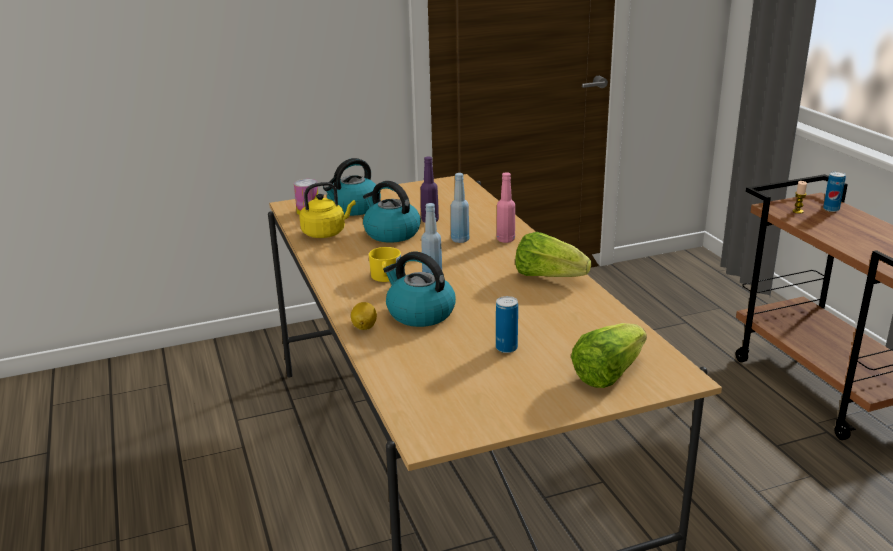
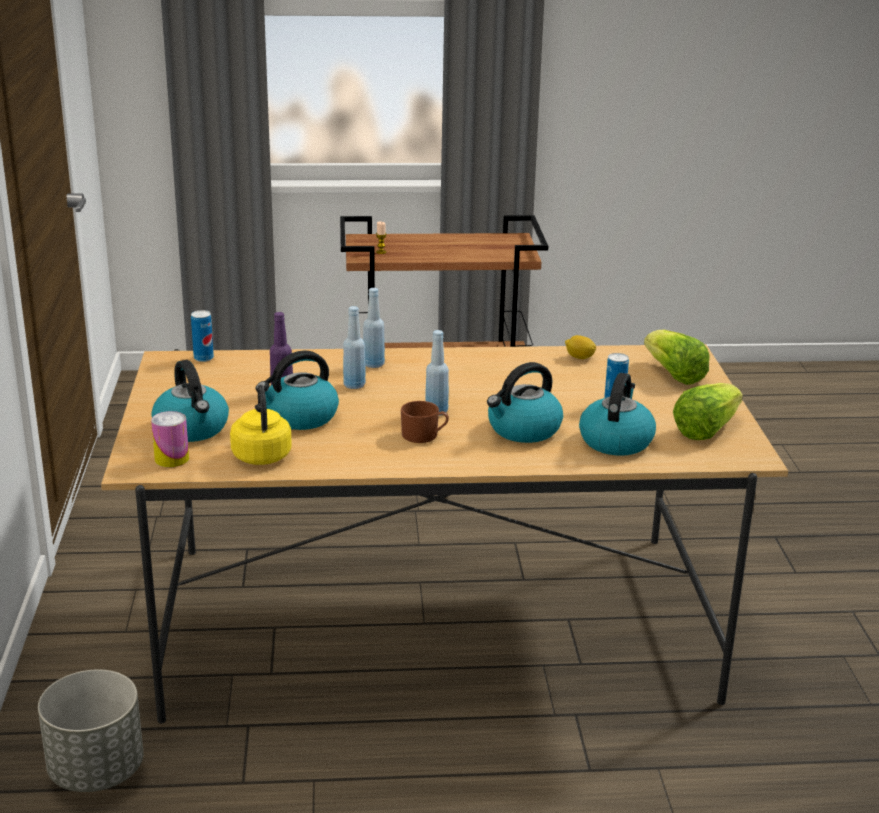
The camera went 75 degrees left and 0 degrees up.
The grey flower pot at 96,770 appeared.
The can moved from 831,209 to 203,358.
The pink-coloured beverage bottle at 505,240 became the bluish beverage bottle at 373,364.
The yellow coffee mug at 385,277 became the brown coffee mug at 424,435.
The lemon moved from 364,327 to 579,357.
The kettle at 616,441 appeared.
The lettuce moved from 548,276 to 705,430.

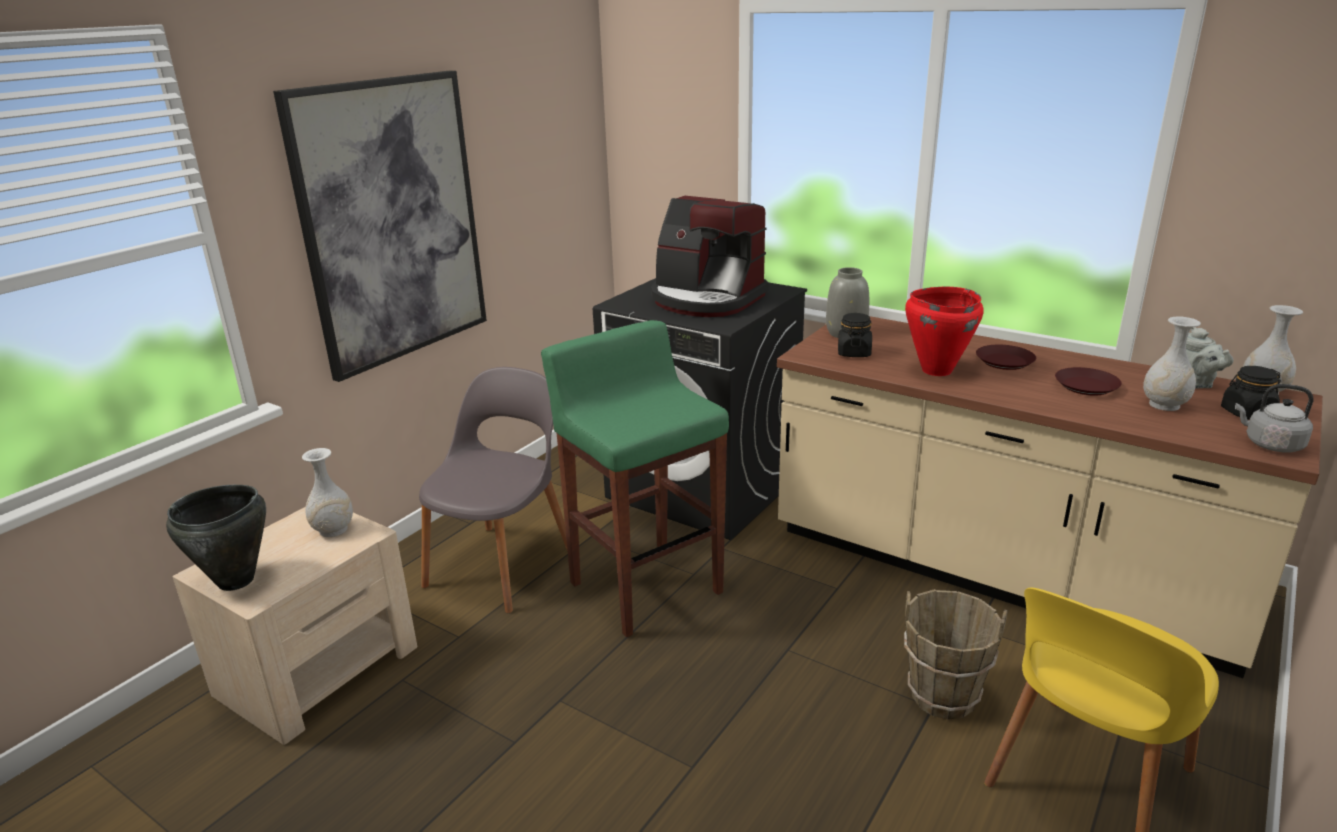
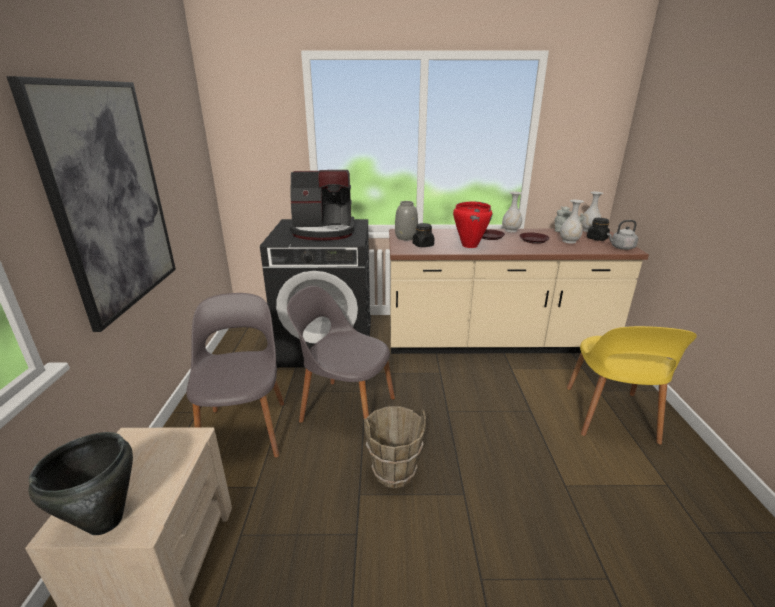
The camera went 35 degrees left and 0 degrees up.
The greenish sitting stool at 644,586 was replaced by the grey plain chair at 346,408.
The brown pail moved from 942,695 to 394,472.
The white decorative vase moved from 333,530 to 511,230.

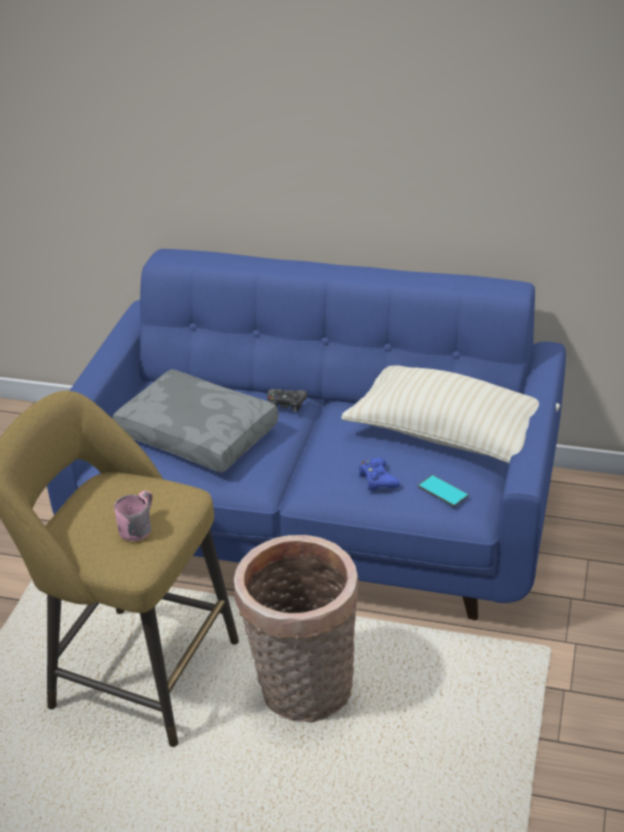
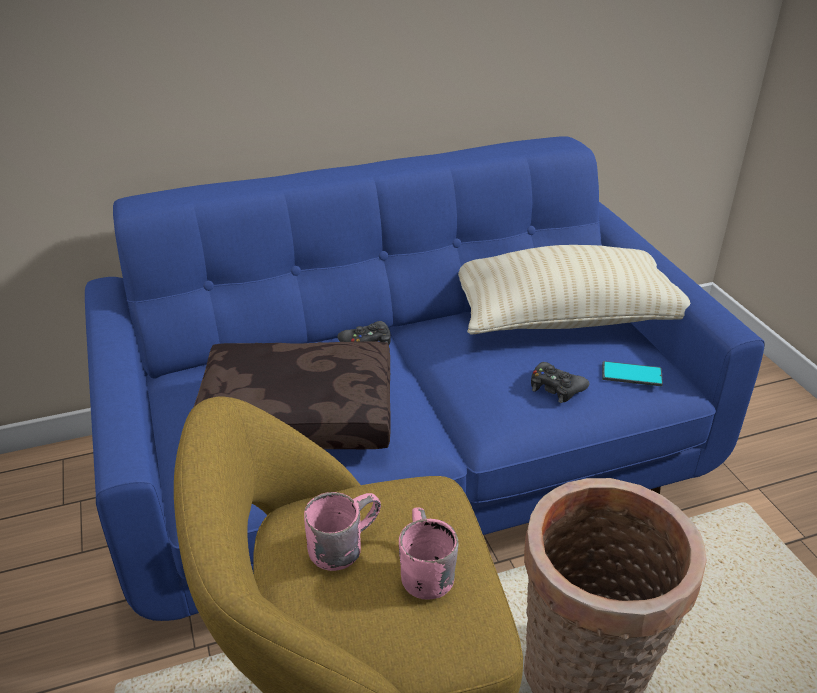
The camera went 35 degrees left and 0 degrees up.
The grey pillow at 199,433 became the brown pillow at 300,412.
The pink-coloured coffee mug at 341,543 appeared.
The bluish joypad at 377,480 became the black-coloured joypad at 556,388.

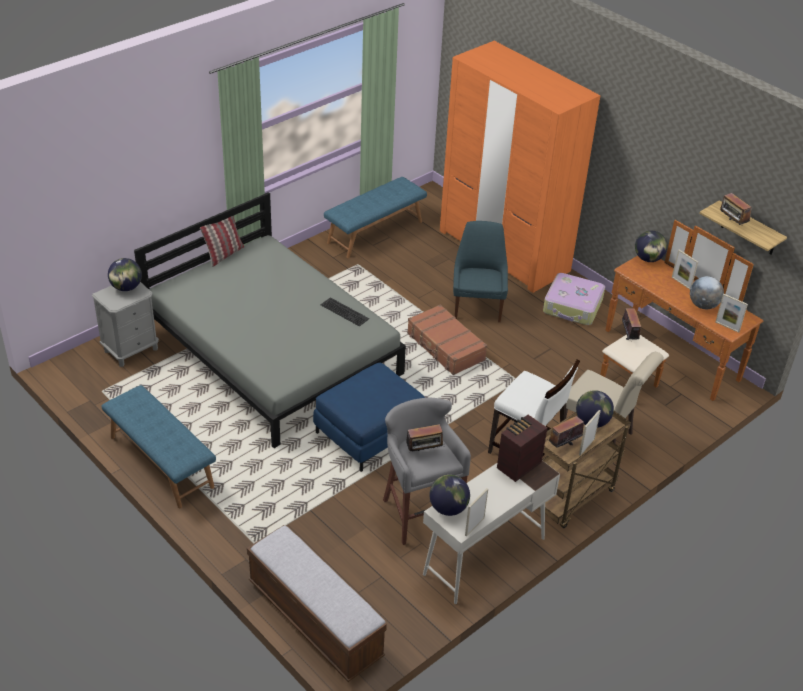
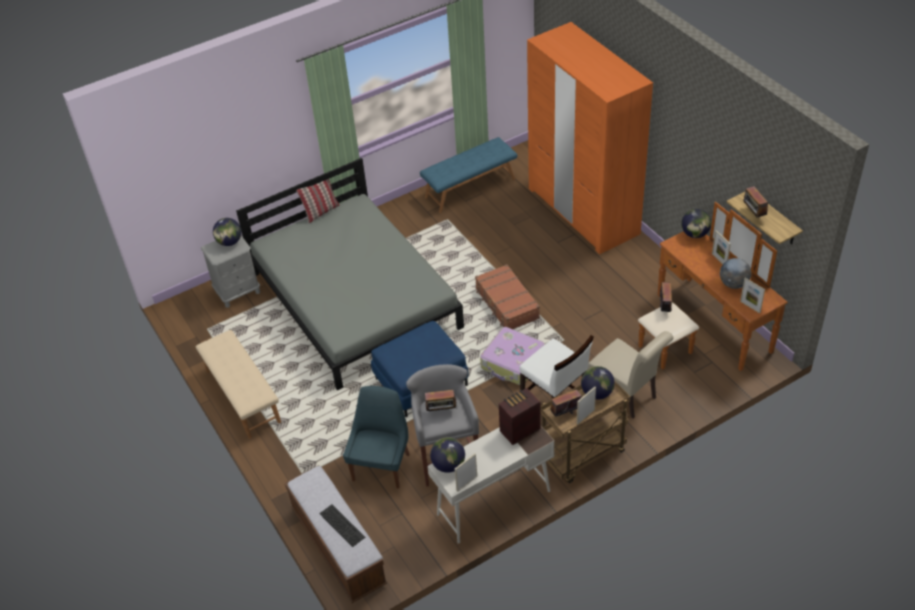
The camera went 15 degrees right and 5 degrees up.
The bluish indoor bench at 160,462 became the beige indoor bench at 242,396.
The PC keyboard moved from 345,311 to 343,525.
The bluish plain chair moved from 477,306 to 382,465.
The travel case moved from 573,307 to 513,362.

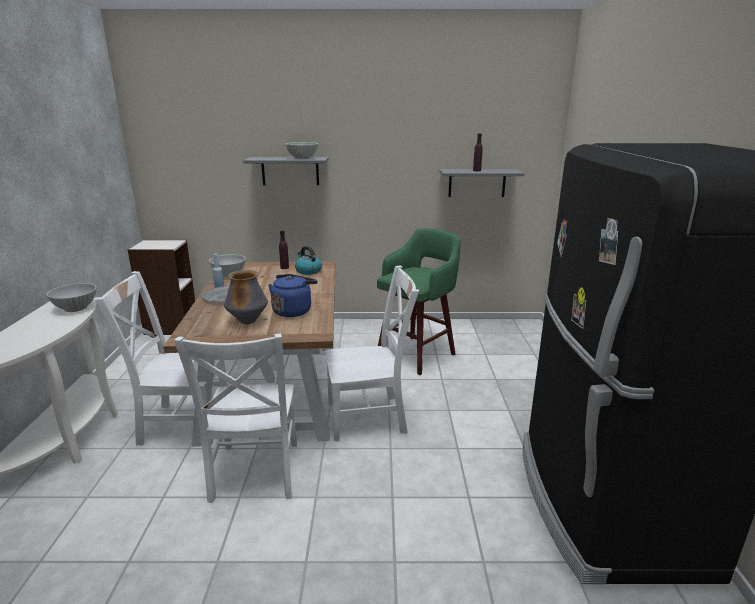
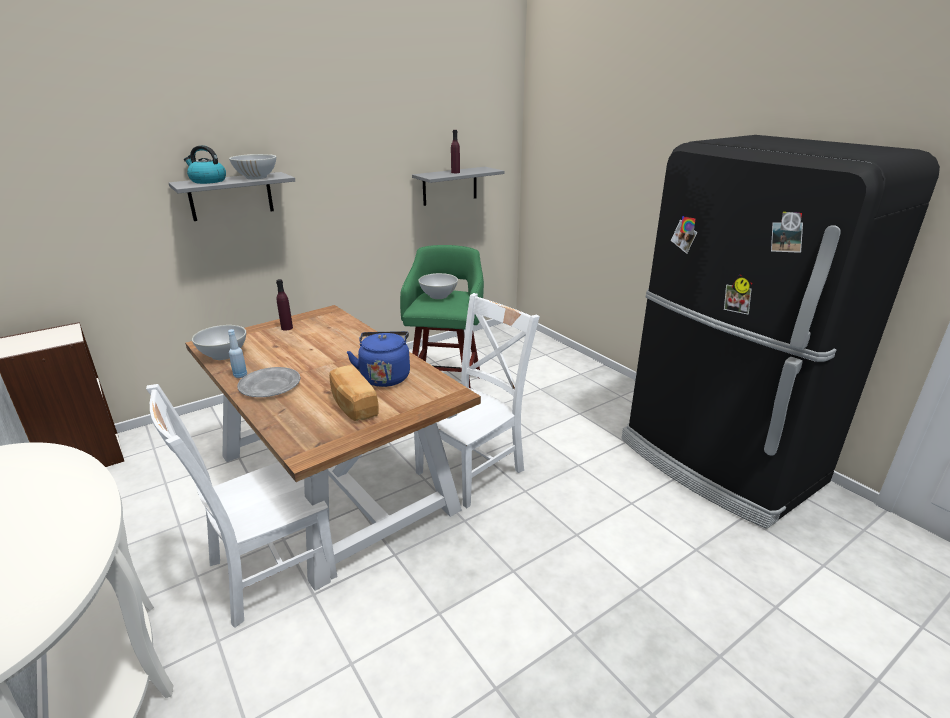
The camera went 35 degrees left and 5 degrees up.
The kettle moved from 308,271 to 207,181.
The decorative vase at 248,321 was replaced by the baked bread at 353,405.
The white deep dish moved from 76,308 to 438,296.
The white plain chair at 254,474 disappeared.

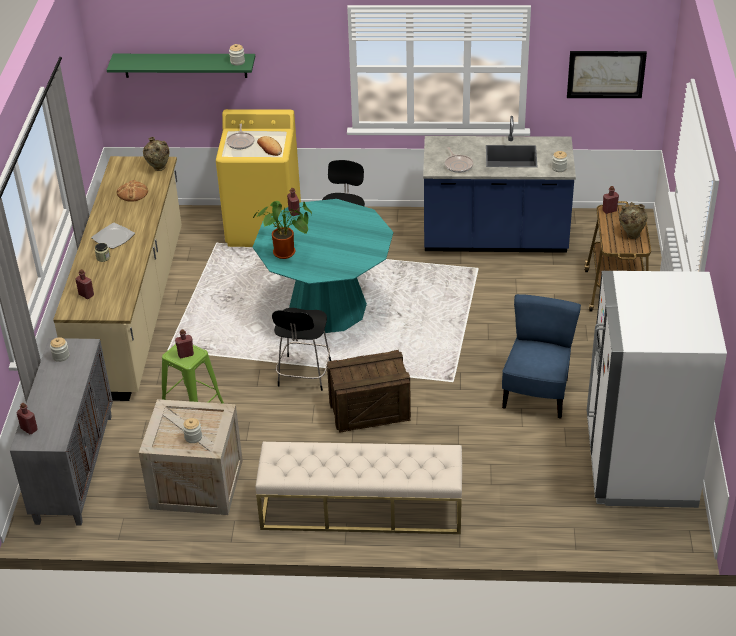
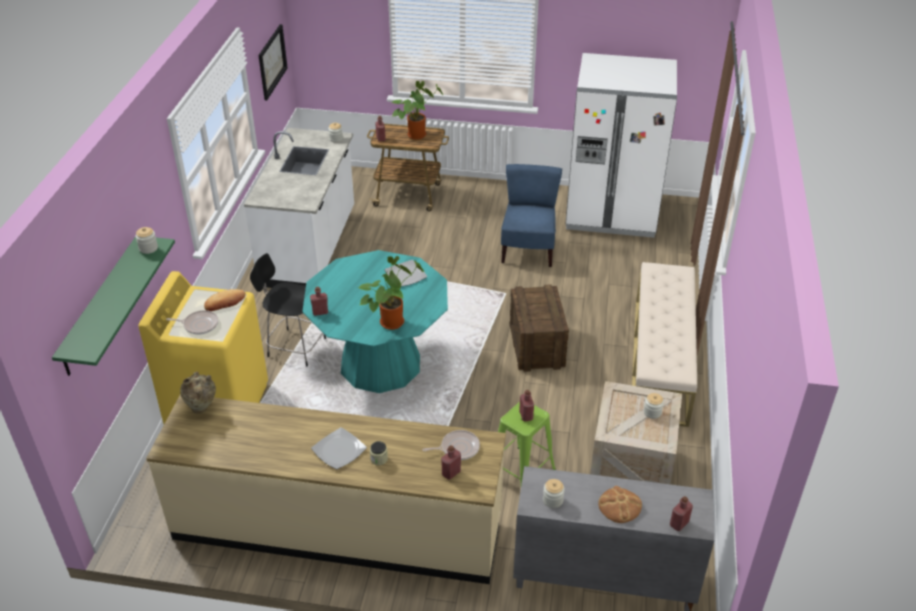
The camera went 85 degrees left and 0 degrees up.
The bluish kitchen base unit at 495,239 became the white kitchen base unit at 310,248.
The dinner plate at 406,275 appeared.
The beige decorative vase at 631,235 was replaced by the potted plant at 417,134.
The frying pan moved from 458,165 to 457,448.
The bluish plain chair at 537,394 turned 75 degrees clockwise.
The baked bread moved from 132,193 to 619,506.
The black-coloured plain chair at 304,375 disappeared.

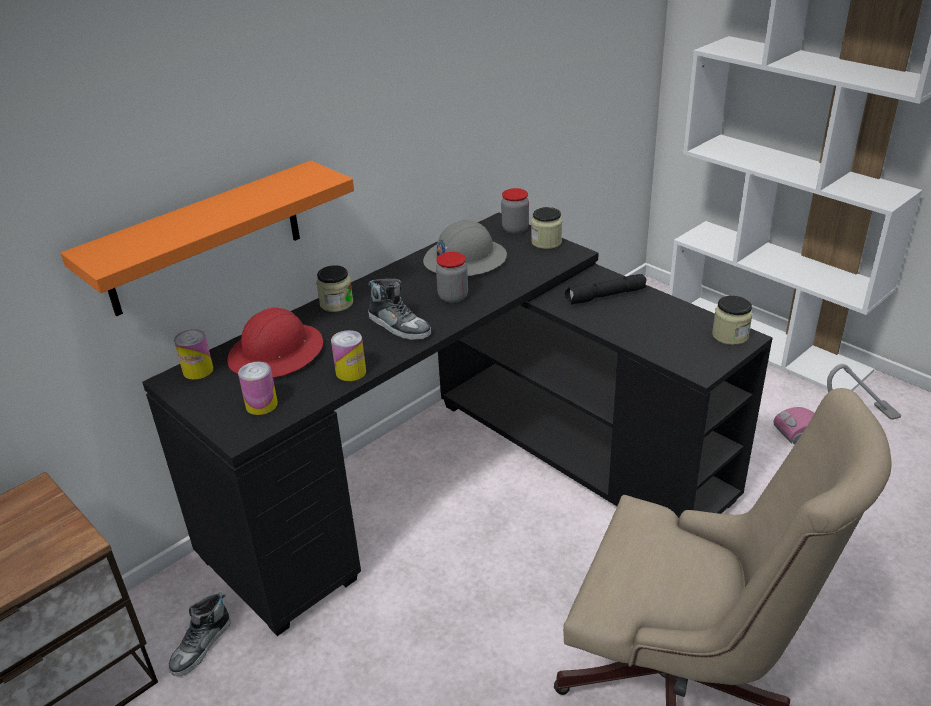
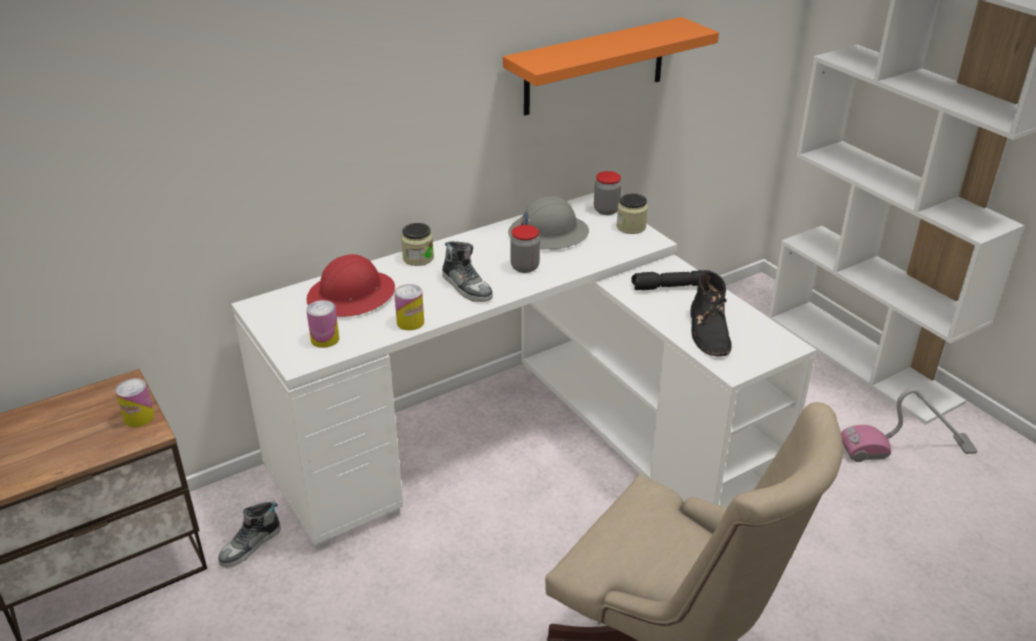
The camera went 10 degrees right and 0 degrees up.
The can moved from 198,370 to 139,417.
The black-coloured desk table at 468,481 became the white desk table at 525,443.
The orange-coloured shelf moved from 204,239 to 595,66.
The black-coloured high-top boot at 709,331 appeared.
The jar at 730,335 disappeared.

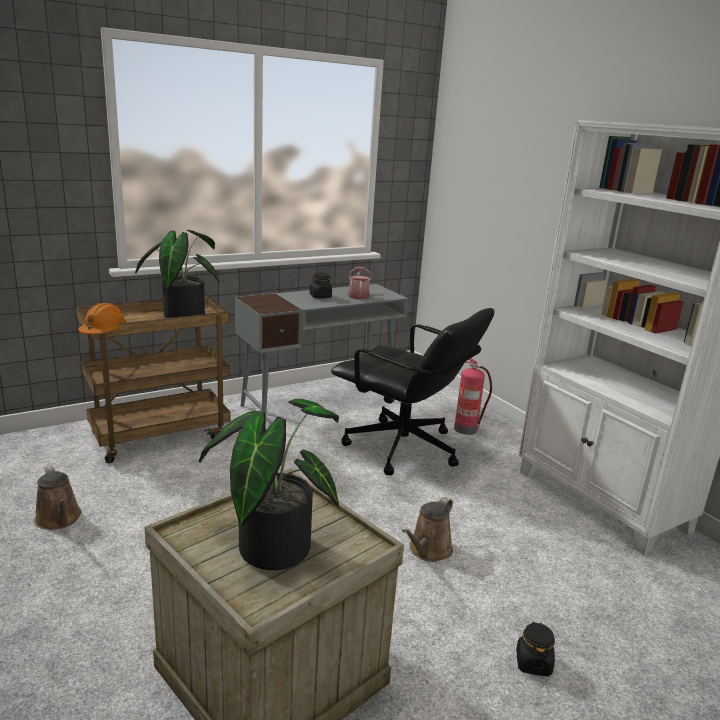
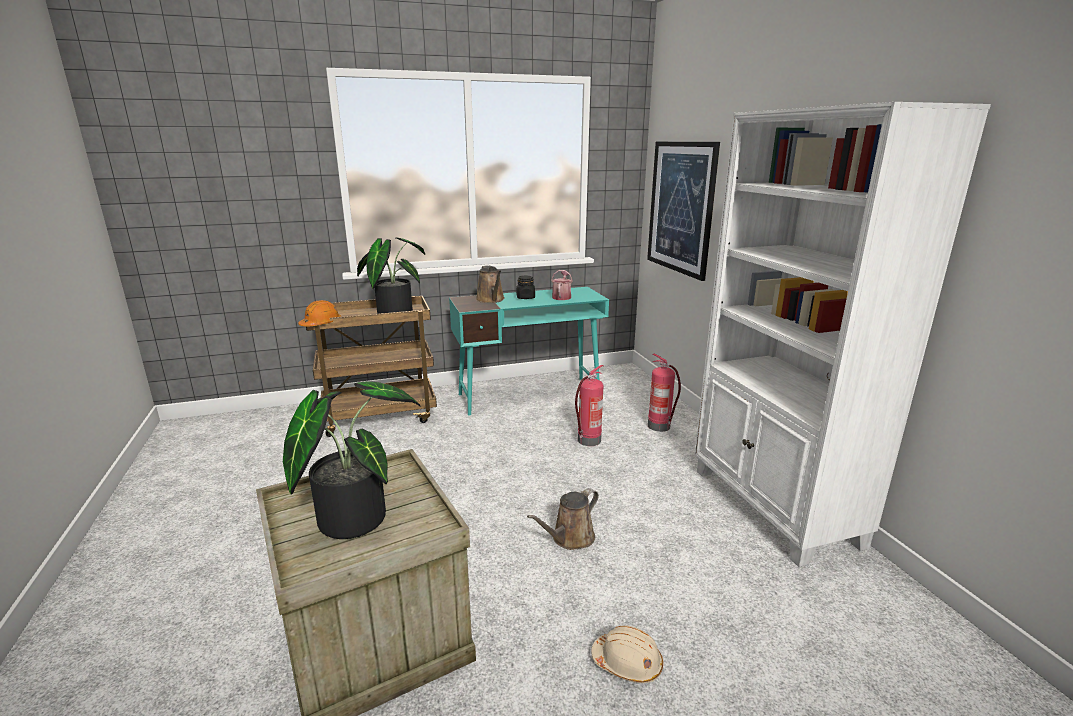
The camera went 15 degrees right and 0 degrees up.
The grey desk table at 320,403 became the turquoise-coloured desk table at 529,395.
The brown watering can moved from 59,519 to 491,300.
The black-coloured desk chair at 403,449 was replaced by the fire-fighting cylinder at 588,441.
The black-coloured jar at 533,663 was replaced by the beige work helmet at 627,663.
The picture at 680,208 appeared.

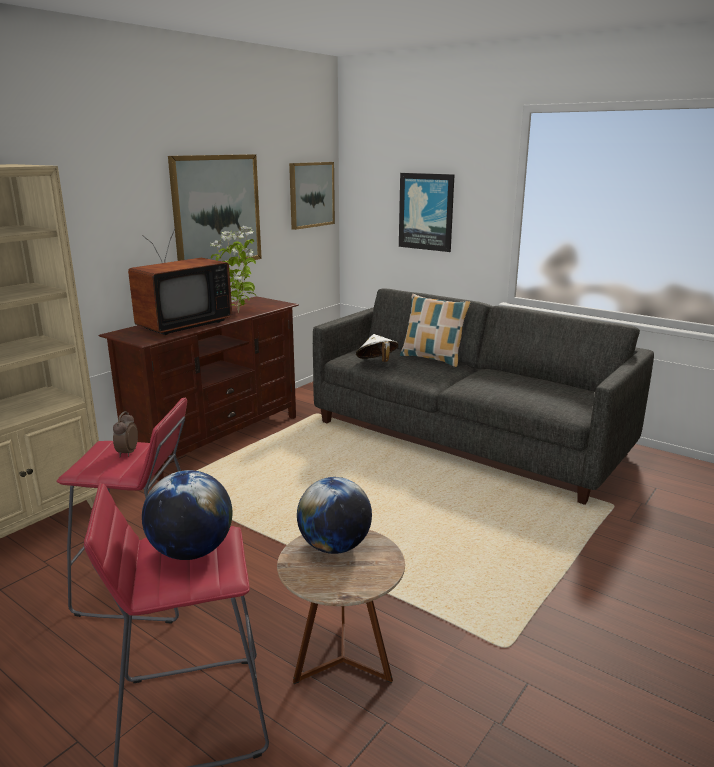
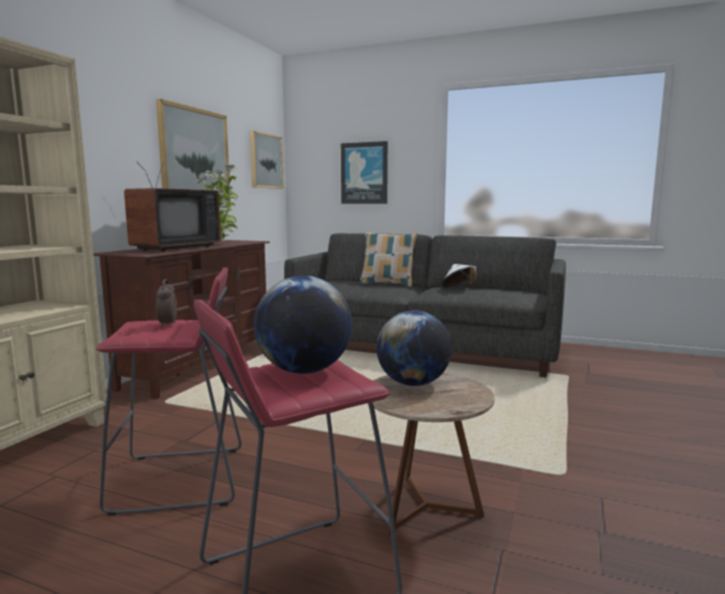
The camera went 15 degrees left and 10 degrees down.
The white hat moved from 377,362 to 459,289.

